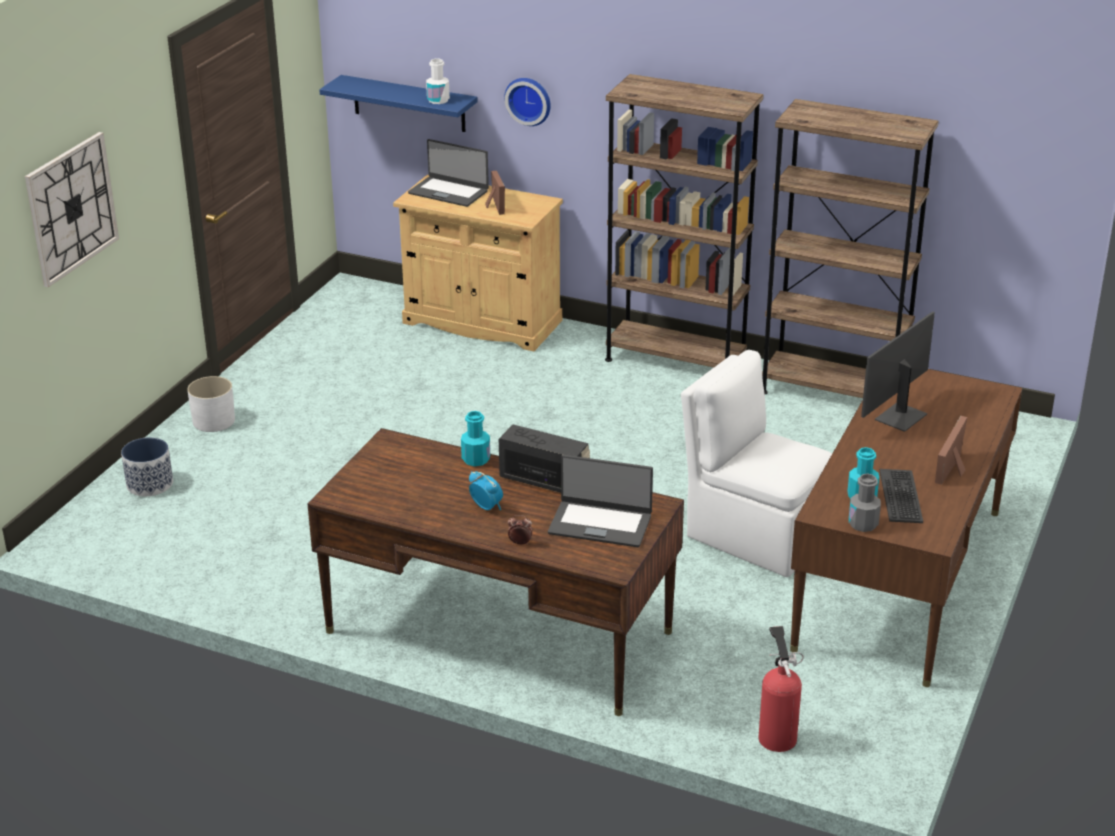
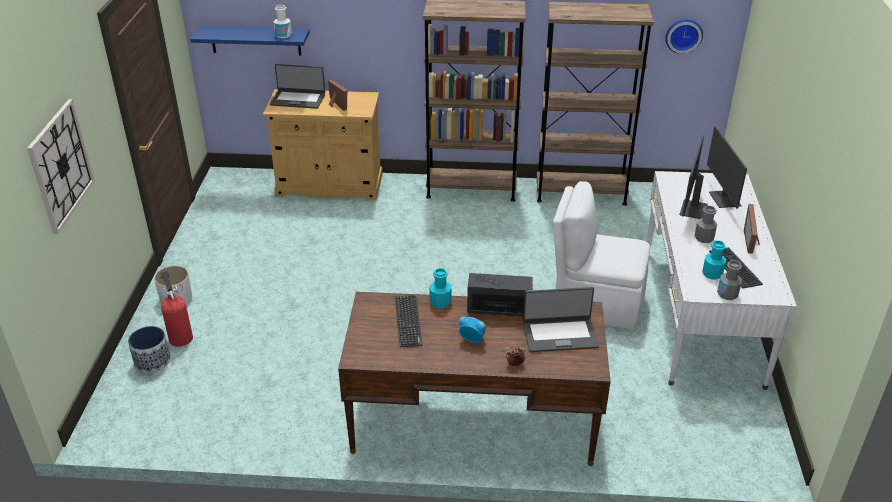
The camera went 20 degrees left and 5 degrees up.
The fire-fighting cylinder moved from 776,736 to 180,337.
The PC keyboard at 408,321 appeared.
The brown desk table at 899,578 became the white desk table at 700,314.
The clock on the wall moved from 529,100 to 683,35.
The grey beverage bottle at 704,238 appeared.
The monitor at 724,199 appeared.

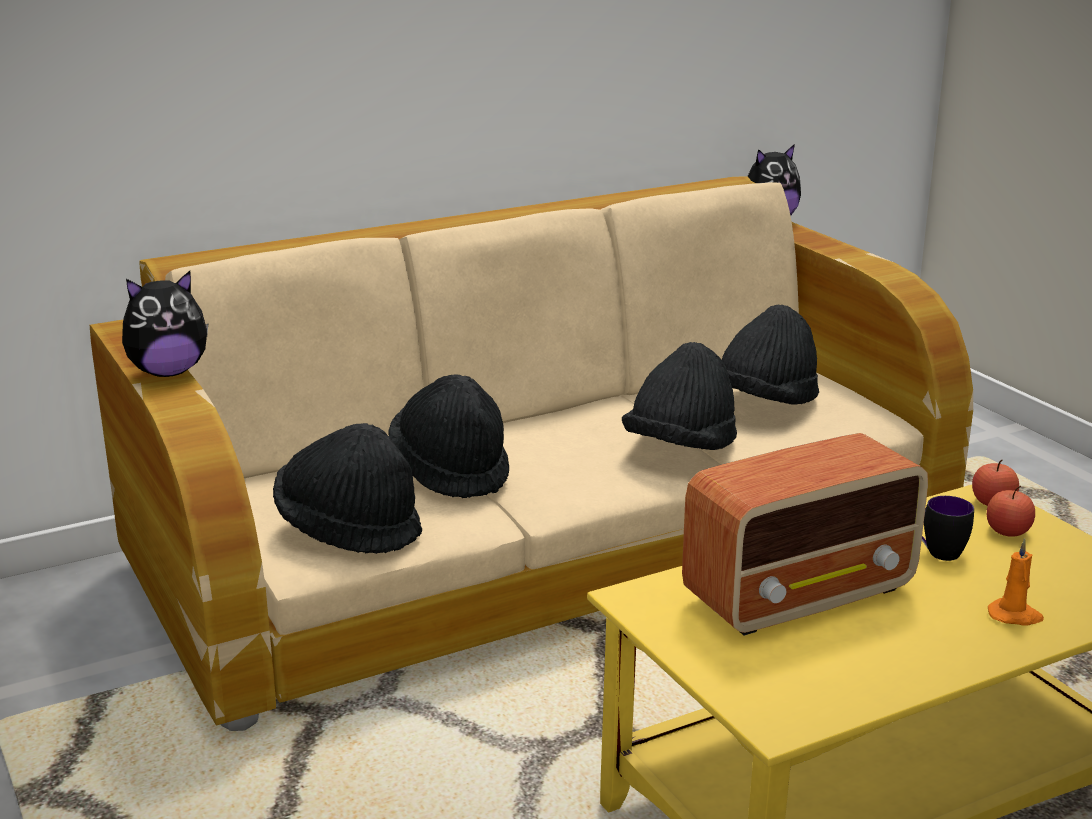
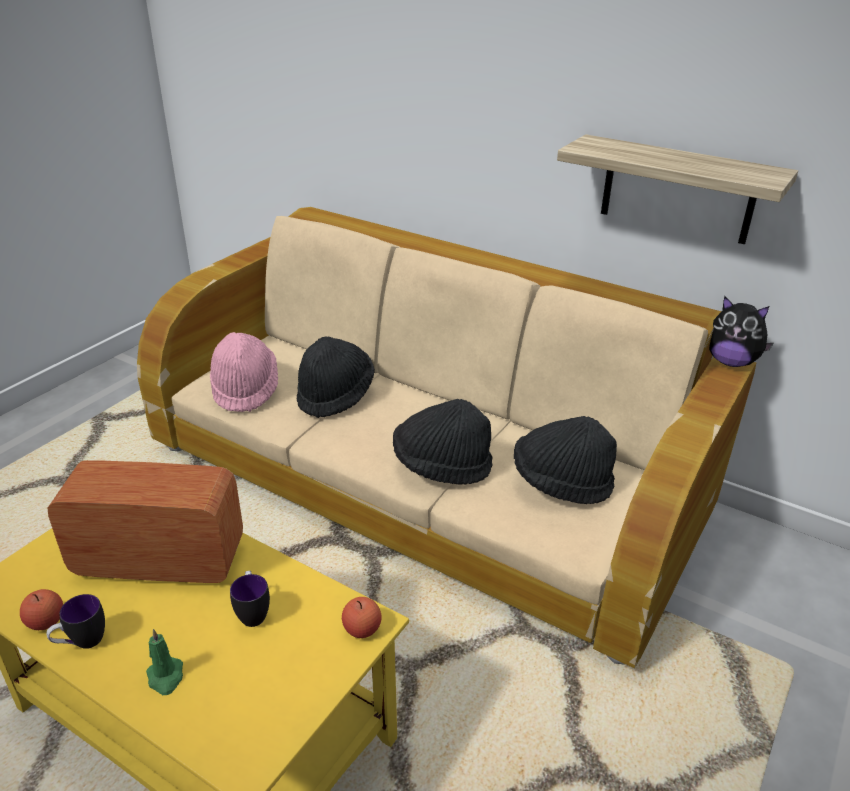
The camera went 60 degrees right and 10 degrees up.
The whole apple moved from 1008,531 to 46,621.
The coffee mug at 82,643 appeared.
The radio set at 801,595 turned 150 degrees clockwise.
The orange-coloured candle at 1015,616 became the greenish candle at 166,677.
The black-coloured hat at 349,530 became the pink-coloured hat at 245,389.
The shelf at 677,190 appeared.
The plush toy at 168,372 disappeared.

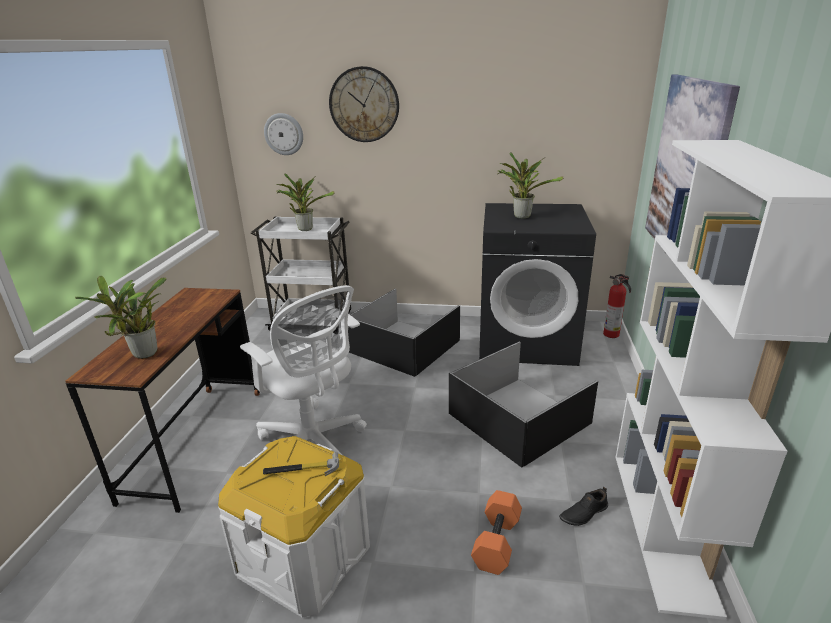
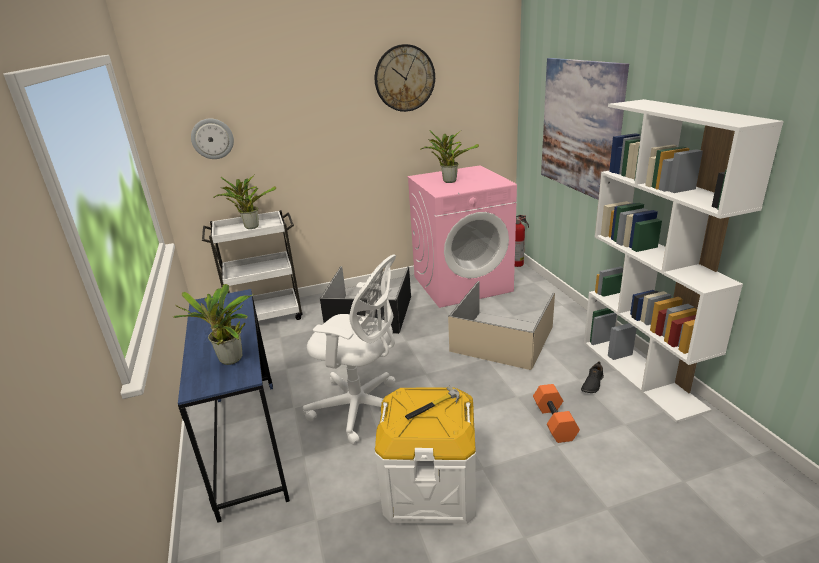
The camera went 25 degrees left and 0 degrees up.
The brown desk table at 196,442 became the bluish desk table at 249,444.
The clock on the wall moved from 364,105 to 404,78.
The black-coloured washing machine at 527,340 became the pink-coloured washing machine at 462,283.
The black-coloured storage container at 520,419 became the beige storage container at 503,339.

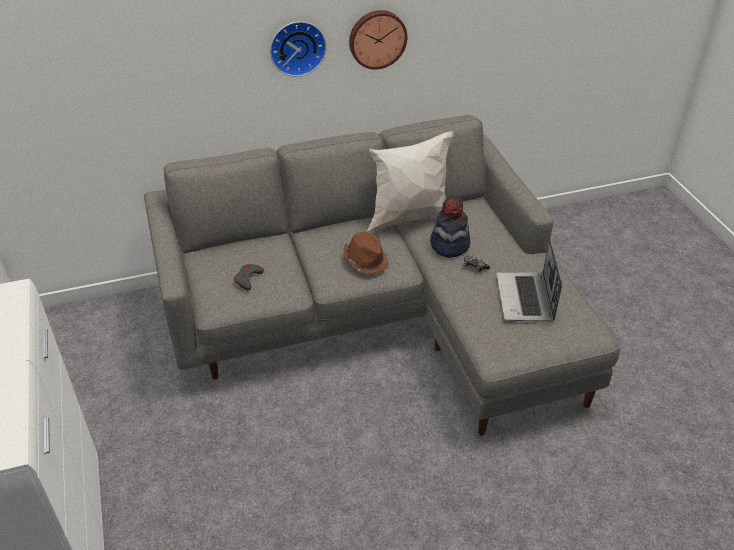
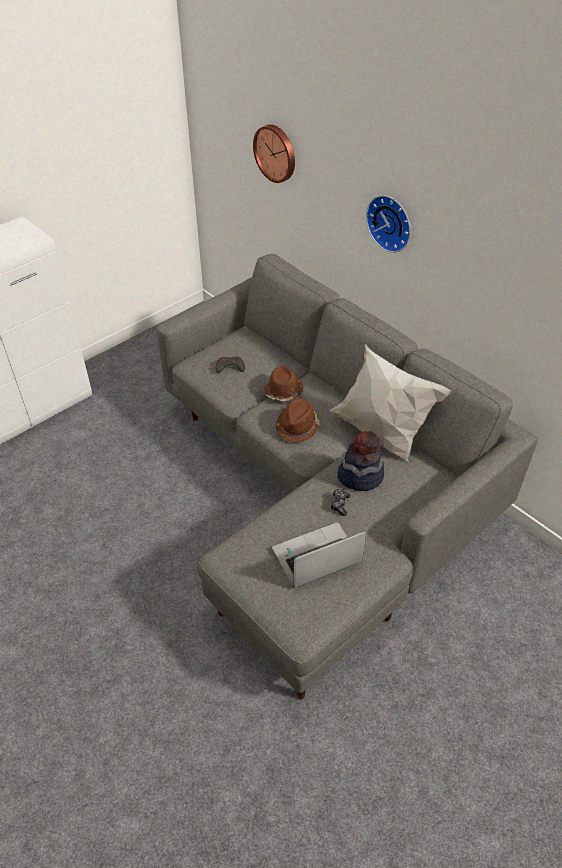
The camera went 65 degrees right and 5 degrees up.
The clock on the wall moved from 377,38 to 276,153.
The brown hat at 283,392 appeared.

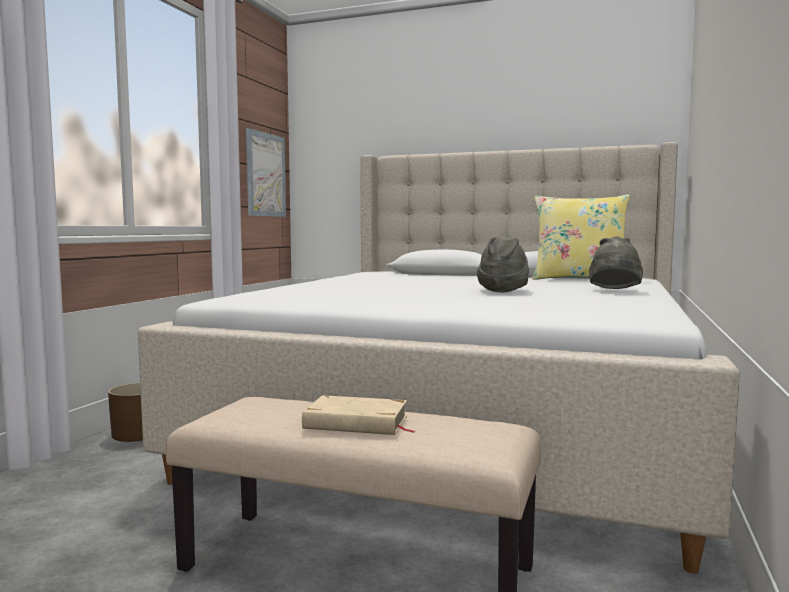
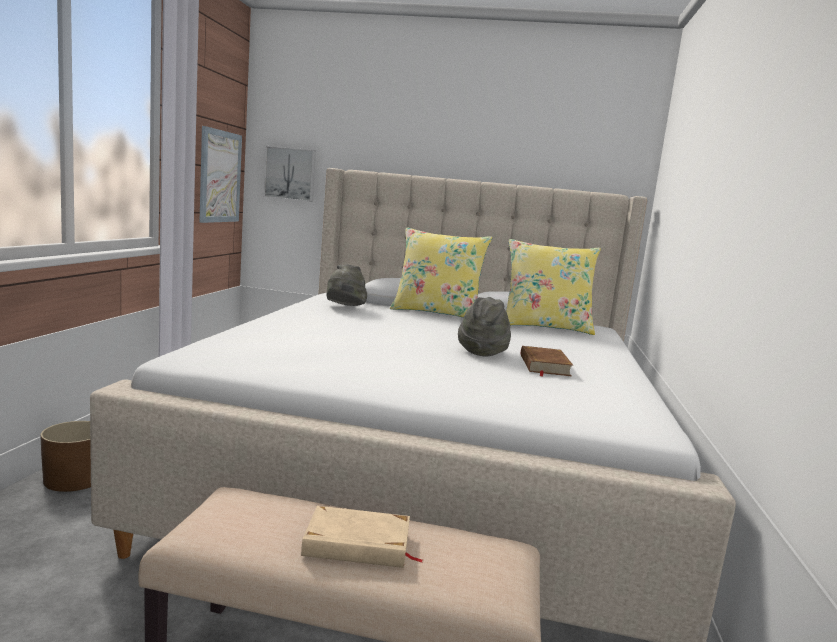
The camera went 10 degrees left and 5 degrees up.
The picture at 290,174 appeared.
The grey hat moved from 615,290 to 344,308.
The yellow pillow at 436,313 appeared.
The brown volume at 544,365 appeared.

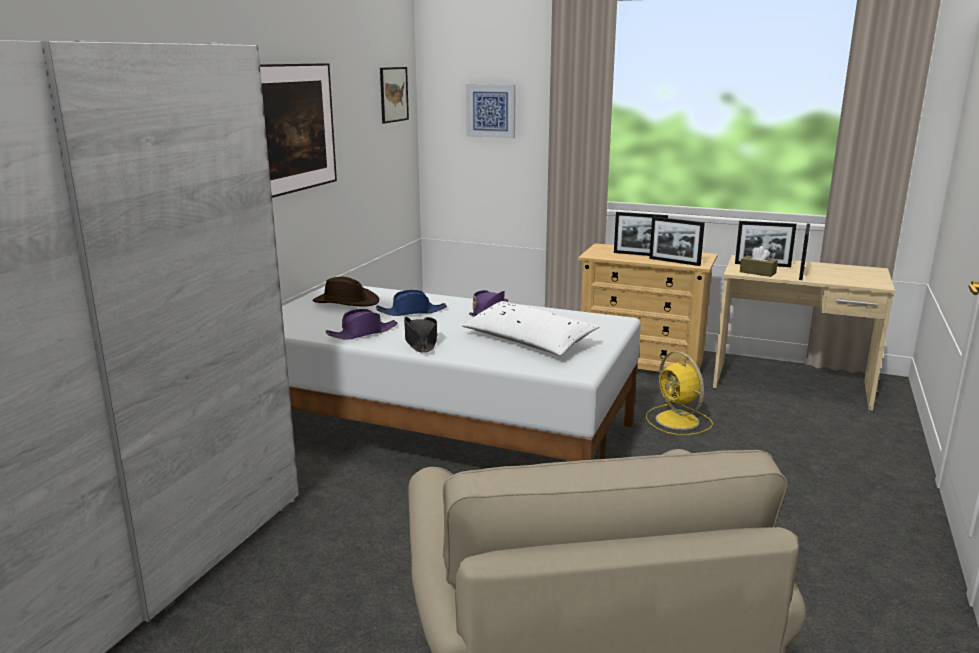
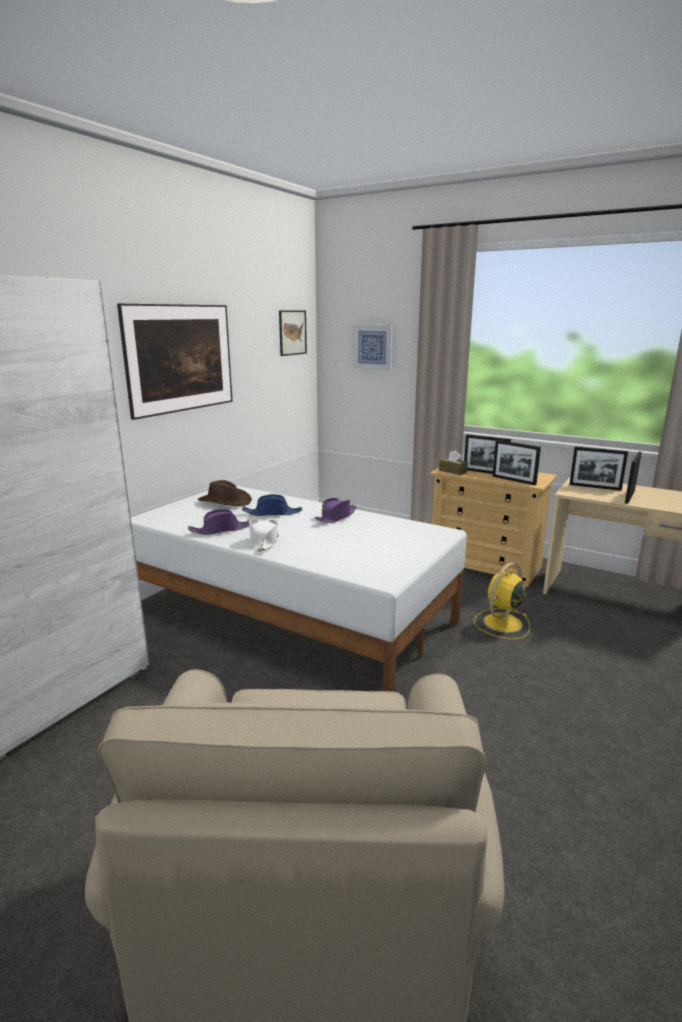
The camera went 10 degrees right and 0 degrees up.
The black-coloured hat at 420,342 became the white hat at 264,541.
The brown tissue holder moved from 757,272 to 452,471.
The yellow cooling fan at 678,421 turned 60 degrees clockwise.
The white pillow at 528,341 disappeared.

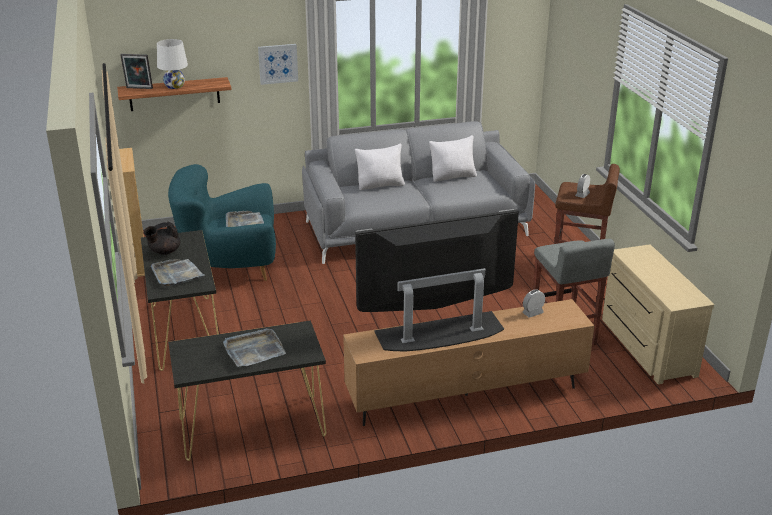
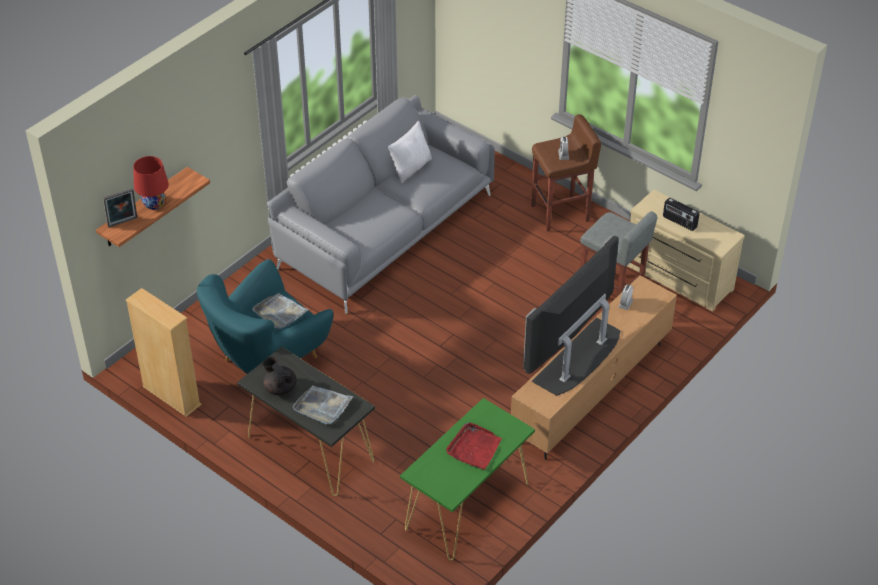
The camera went 35 degrees left and 15 degrees up.
The white tabletop lamp at 174,86 became the red tabletop lamp at 154,204.
The black-coloured pot for tea at 164,251 turned 120 degrees clockwise.
The black-coloured narrow table at 251,427 became the greenish narrow table at 466,506.
The grey carrying tray at 253,350 became the red carrying tray at 474,448.
The radio set at 679,222 appeared.
The picture at 278,63 disappeared.
The white pillow at 380,185 disappeared.

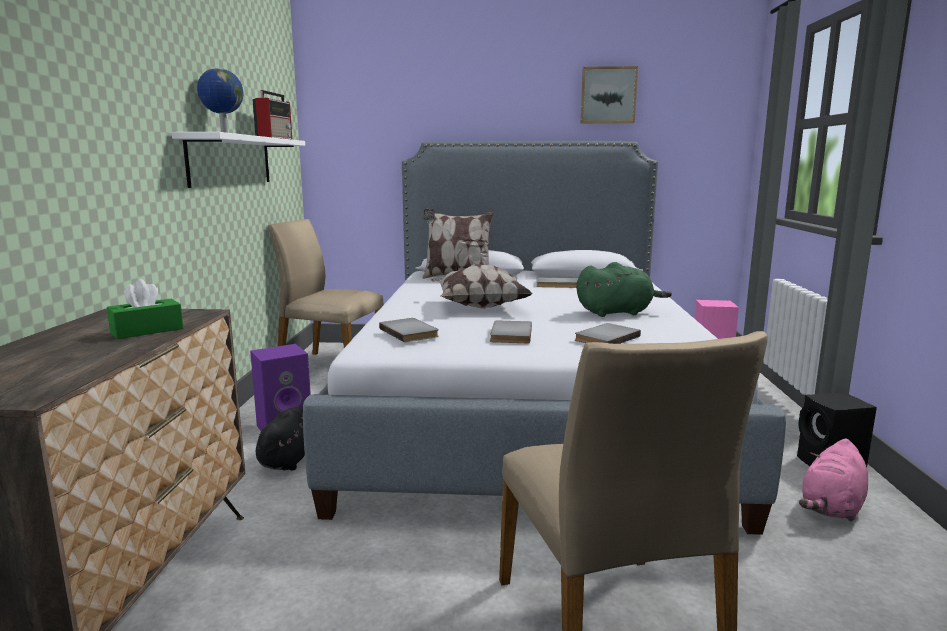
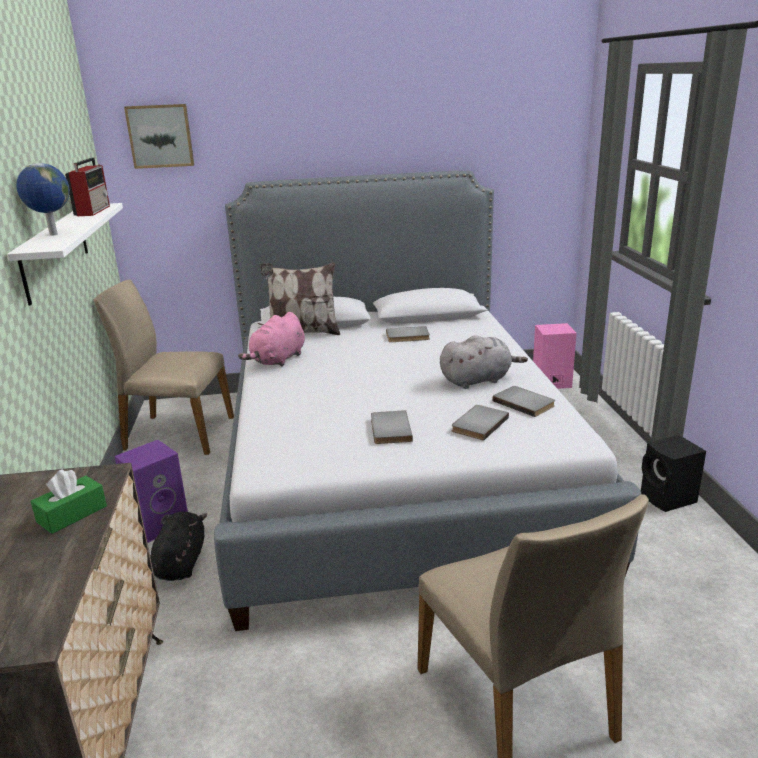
The camera went 10 degrees left and 10 degrees up.
The picture moved from 608,95 to 160,136.
The pink-coloured plush toy moved from 831,507 to 278,360.
The greenish plush toy at 617,313 became the grey plush toy at 478,380.
The grey volume moved from 410,332 to 525,403.
The pillow at 478,307 disappeared.

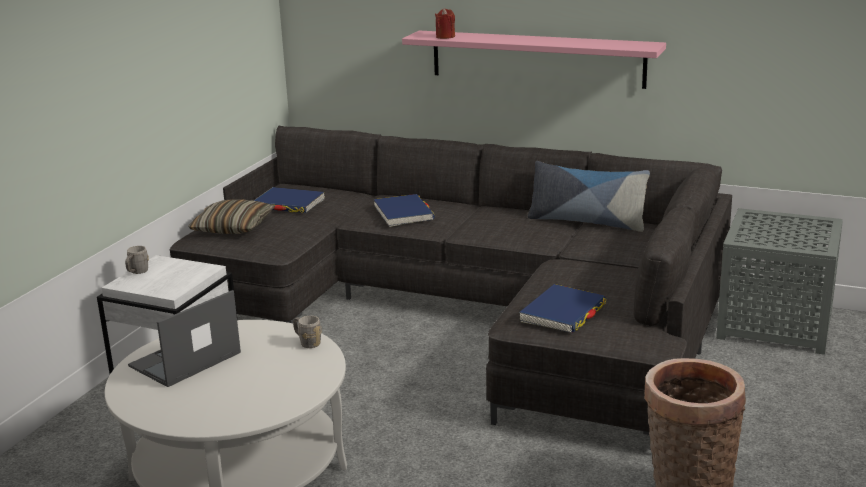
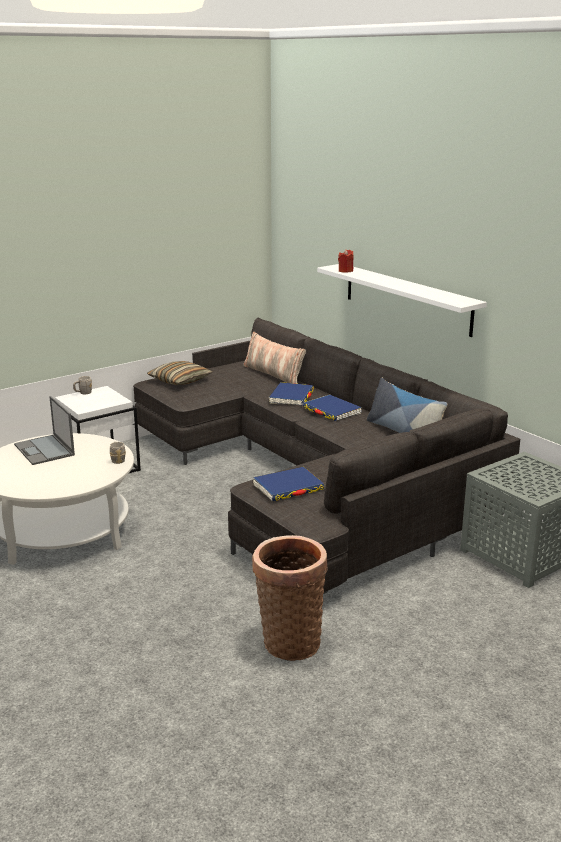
The camera went 30 degrees right and 0 degrees up.
The notebook computer at 184,360 turned 105 degrees counterclockwise.
The pillow at 273,374 appeared.
The bluish volume moved from 289,204 to 332,411.
The pink-coloured shelf at 536,58 became the white shelf at 407,298.

